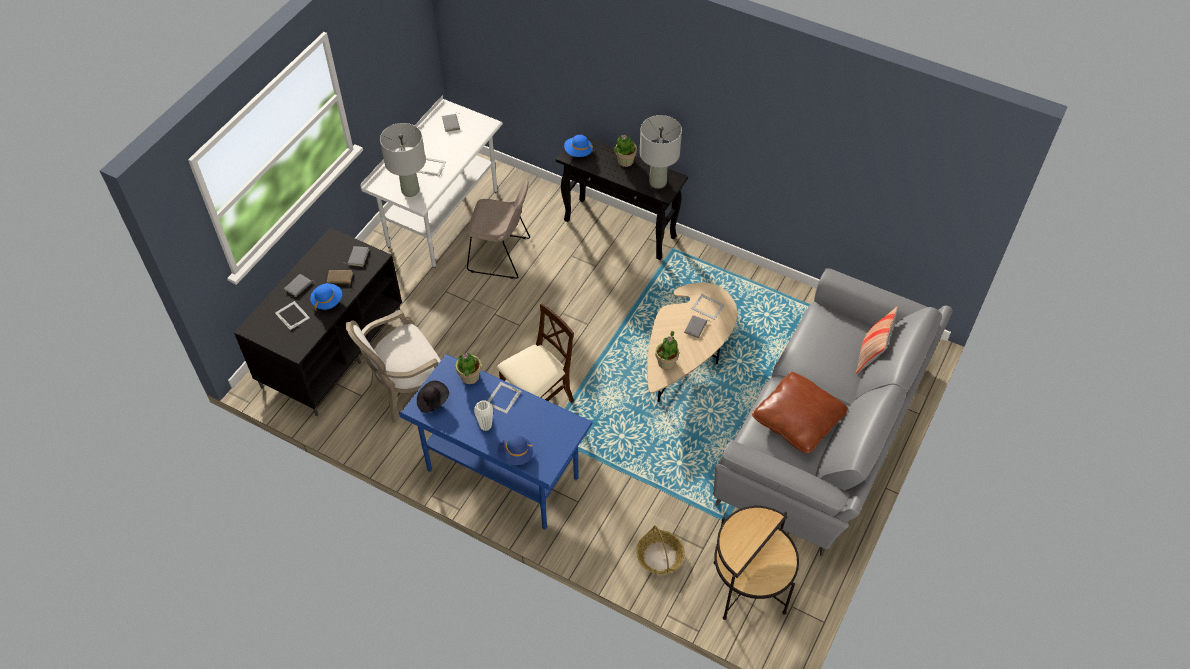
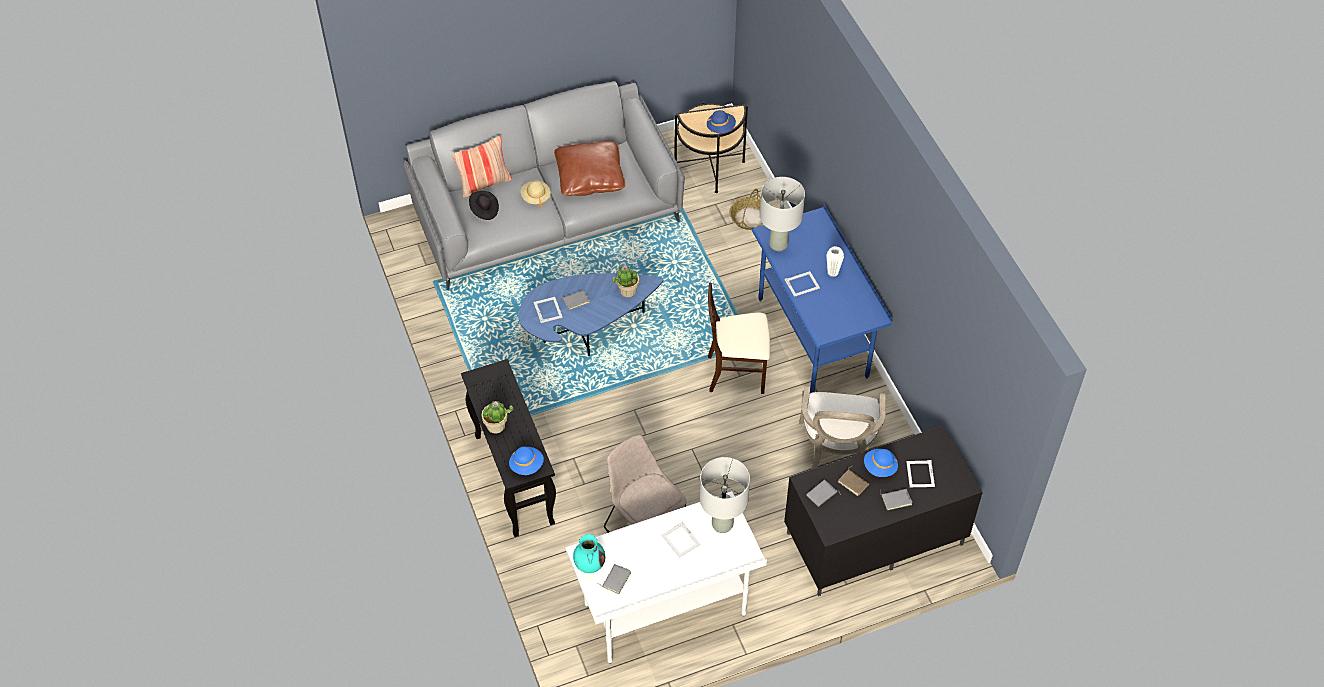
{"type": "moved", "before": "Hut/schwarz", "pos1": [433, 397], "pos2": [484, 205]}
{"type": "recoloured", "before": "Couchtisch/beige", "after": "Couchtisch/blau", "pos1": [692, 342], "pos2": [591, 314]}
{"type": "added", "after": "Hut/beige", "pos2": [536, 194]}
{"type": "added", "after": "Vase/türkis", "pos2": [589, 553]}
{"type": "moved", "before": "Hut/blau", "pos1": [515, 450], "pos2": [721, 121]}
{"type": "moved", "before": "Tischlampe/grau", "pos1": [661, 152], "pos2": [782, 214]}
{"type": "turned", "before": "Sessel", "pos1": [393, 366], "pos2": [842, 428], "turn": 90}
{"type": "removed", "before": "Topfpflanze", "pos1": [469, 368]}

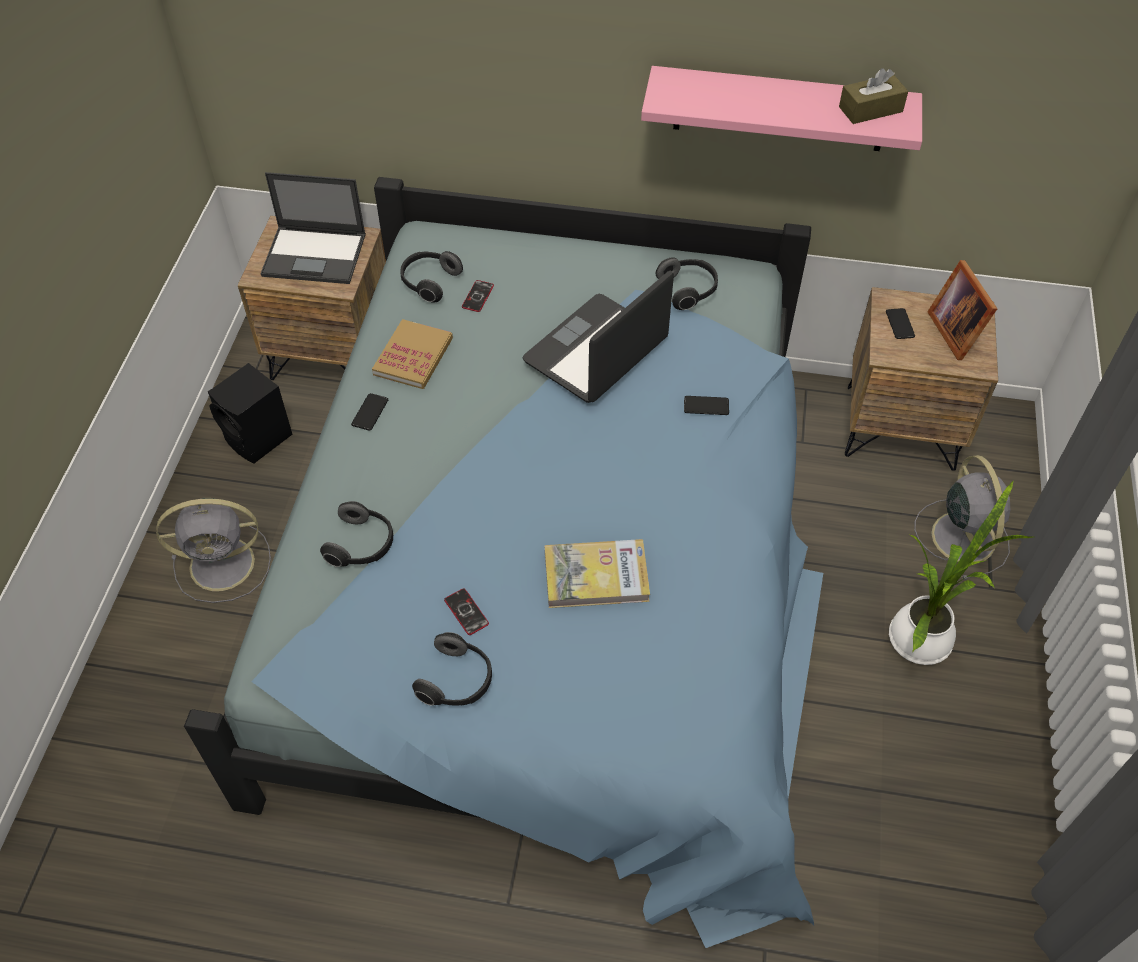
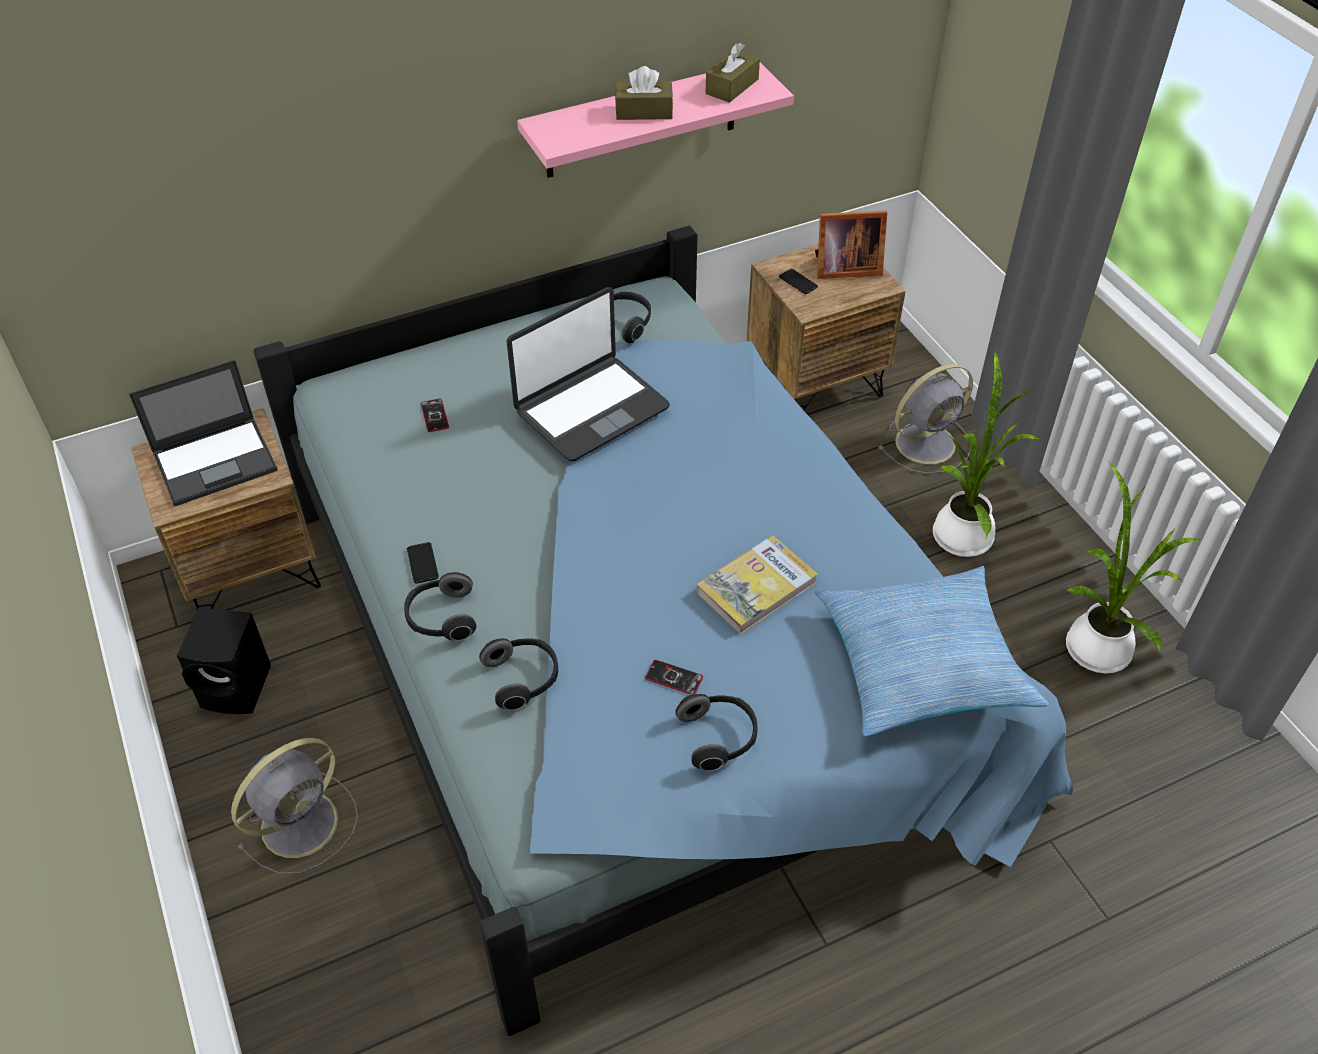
{"type": "moved", "before": "Kopfhörer", "pos1": [431, 277], "pos2": [440, 606]}
{"type": "turned", "before": "Laptop", "pos1": [598, 336], "pos2": [588, 374], "turn": -135}
{"type": "added", "after": "Taschentuchbox/braun", "pos2": [644, 93]}
{"type": "turned", "before": "Bilderrahmen", "pos1": [962, 310], "pos2": [851, 244], "turn": -45}
{"type": "added", "after": "Kissen", "pos2": [932, 651]}
{"type": "turned", "before": "Ventilator/grau", "pos1": [962, 517], "pos2": [925, 419], "turn": 105}
{"type": "added", "after": "Topfpflanze", "pos2": [1133, 567]}
{"type": "removed", "before": "Buch", "pos1": [412, 354]}
{"type": "removed", "before": "Handy", "pos1": [706, 405]}

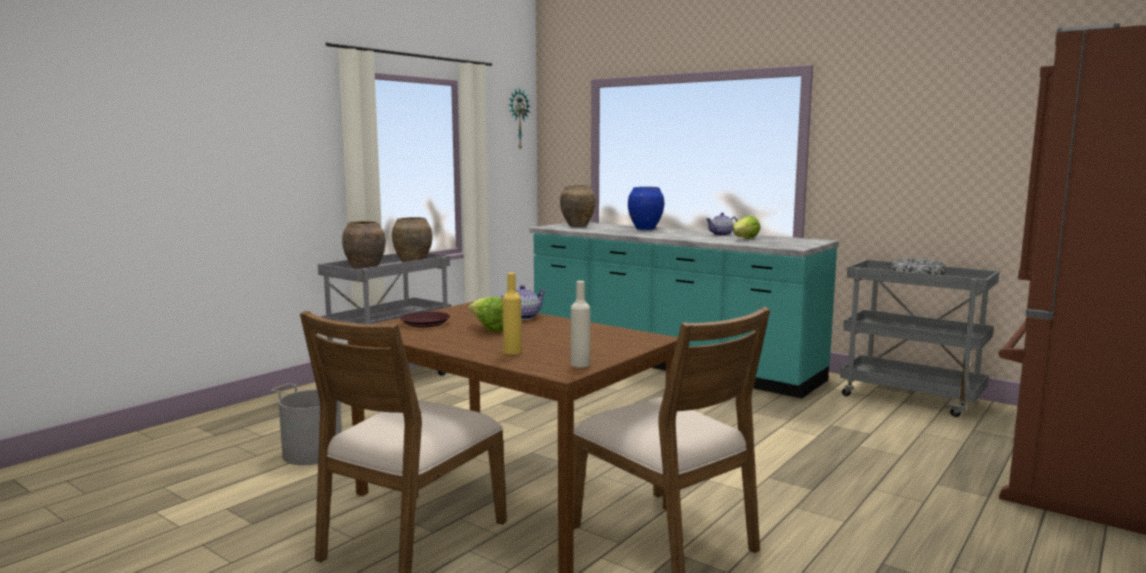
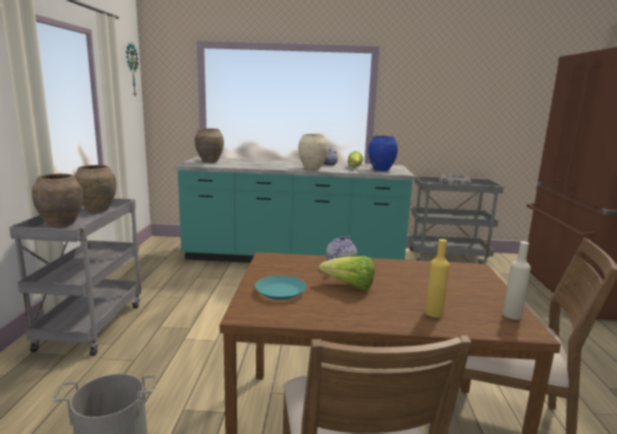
{"type": "recoloured", "before": "Teller/braun", "after": "Teller/türkis", "pos1": [425, 319], "pos2": [280, 287]}
{"type": "added", "after": "Vase/beige", "pos2": [313, 152]}
{"type": "moved", "before": "Vase/blau", "pos1": [646, 208], "pos2": [383, 153]}

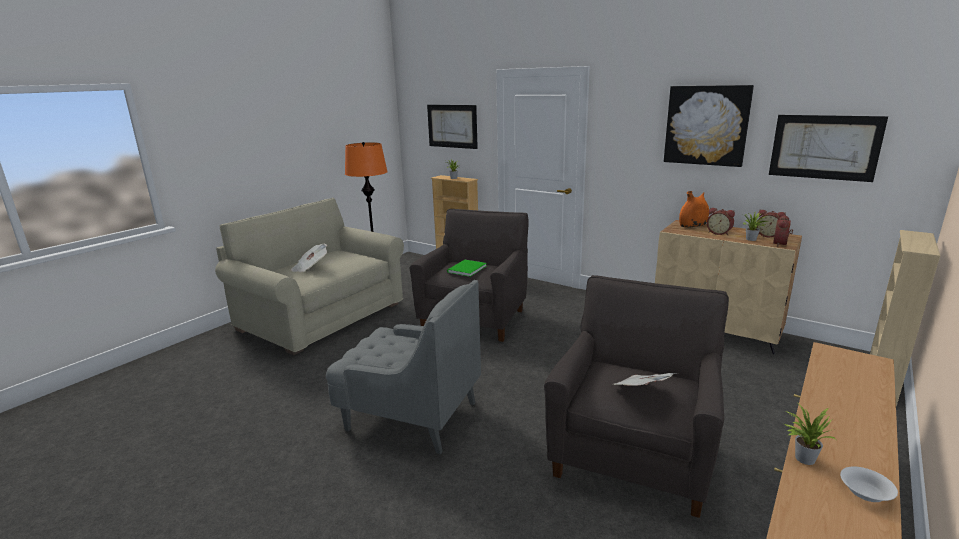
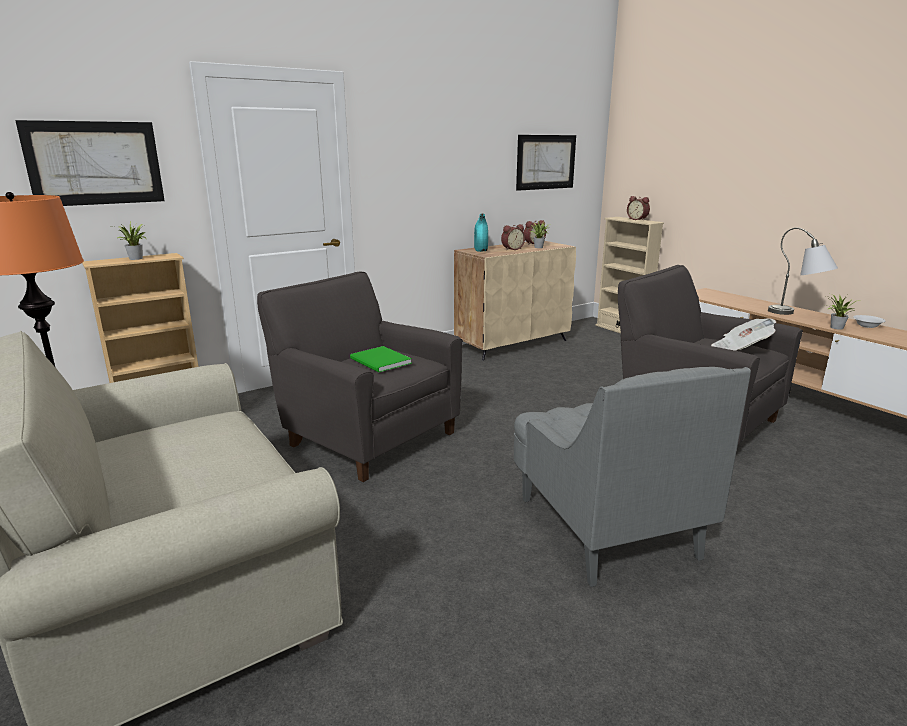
{"type": "recoloured", "before": "Vase/orange", "after": "Vase/türkis", "pos1": [694, 209], "pos2": [481, 232]}
{"type": "turned", "before": "Sessel/grau", "pos1": [403, 367], "pos2": [632, 477], "turn": 120}
{"type": "moved", "before": "Wecker", "pos1": [783, 231], "pos2": [638, 208]}
{"type": "added", "after": "Tischlampe/grau", "pos2": [803, 271]}
{"type": "removed", "before": "Zeitung", "pos1": [309, 258]}
{"type": "removed", "before": "Bild", "pos1": [709, 126]}

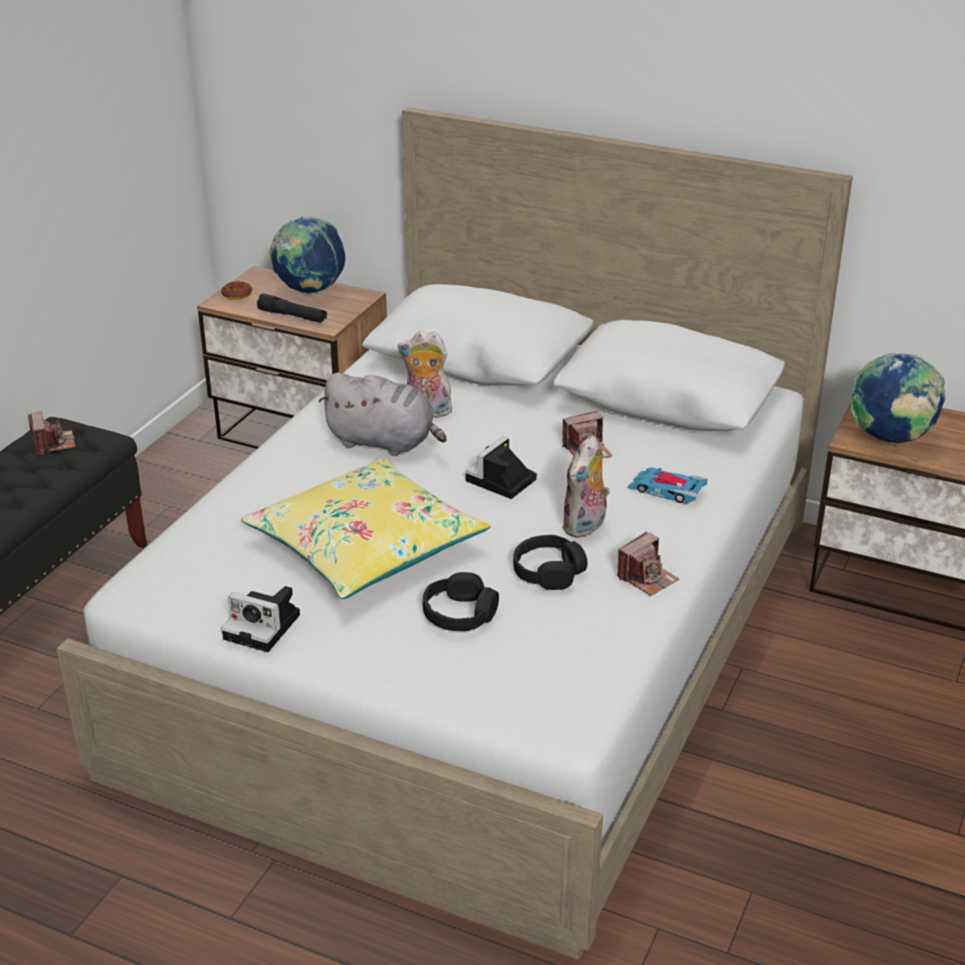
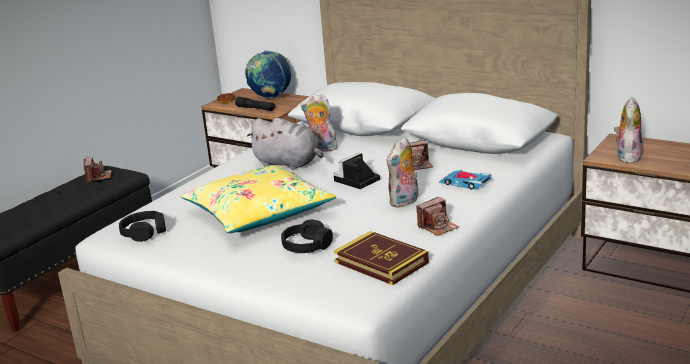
{"type": "moved", "before": "Kopfhörer/schwarz", "pos1": [550, 562], "pos2": [142, 226]}
{"type": "added", "after": "Buch", "pos2": [381, 258]}
{"type": "replaced", "before": "Globus", "after": "Plüschtier", "pos1": [898, 398], "pos2": [628, 130]}
{"type": "removed", "before": "Kamera", "pos1": [260, 619]}

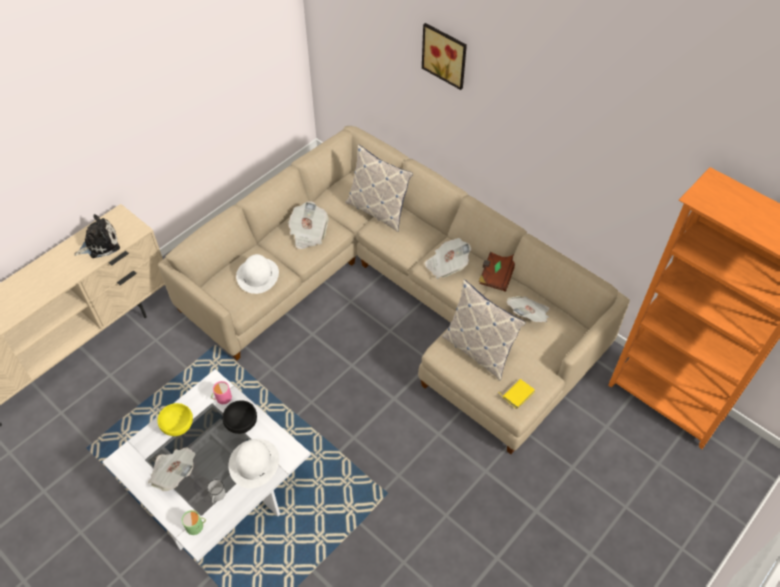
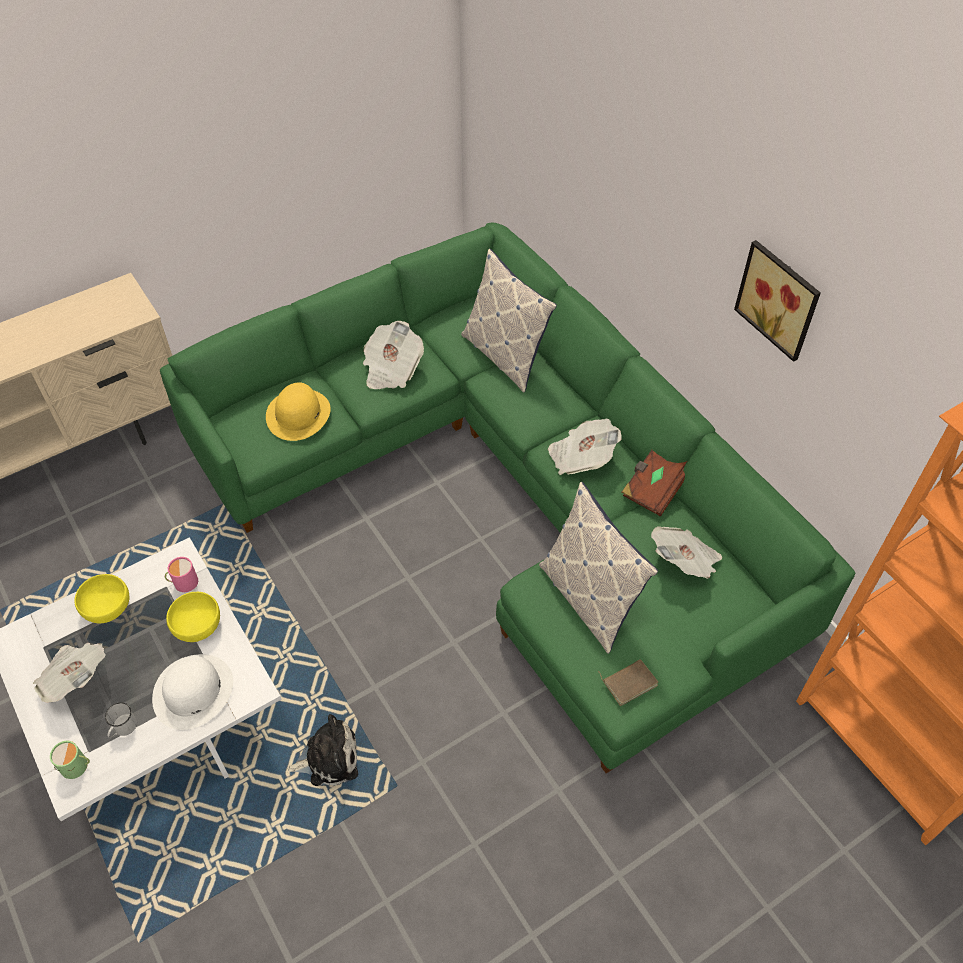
{"type": "recoloured", "before": "Sofa/beige", "after": "Sofa/grün", "pos1": [394, 290], "pos2": [508, 497]}
{"type": "recoloured", "before": "Schüssel/schwarz", "after": "Schüssel/gelb", "pos1": [240, 417], "pos2": [193, 617]}
{"type": "recoloured", "before": "Hut/weiß", "after": "Hut/gelb", "pos1": [257, 274], "pos2": [298, 411]}
{"type": "moved", "before": "Plüschtier", "pos1": [97, 236], "pos2": [323, 750]}
{"type": "recoloured", "before": "Buch/gelb", "after": "Buch/braun", "pos1": [517, 394], "pos2": [628, 682]}
{"type": "moved", "before": "Bild", "pos1": [444, 56], "pos2": [777, 301]}

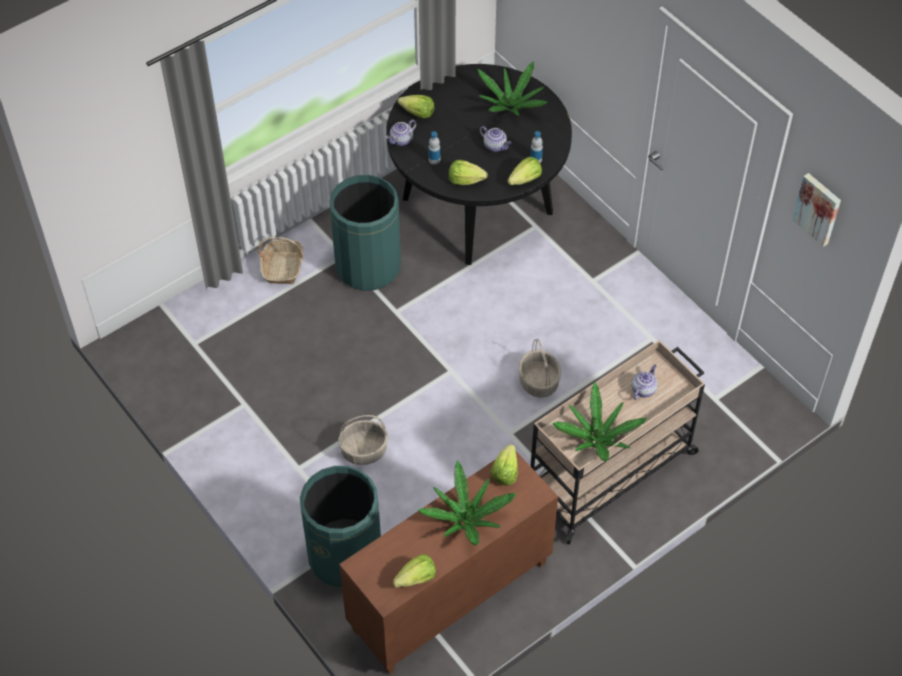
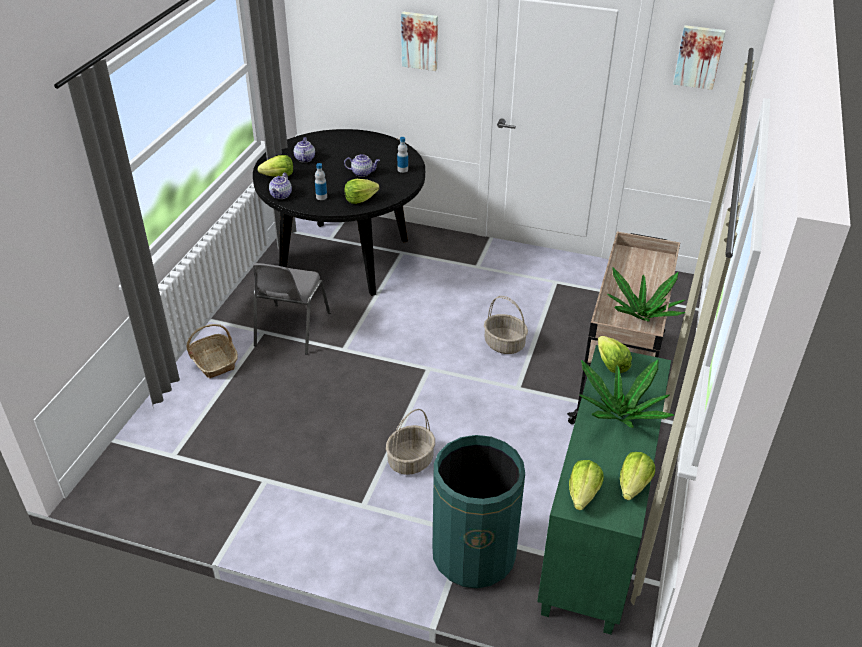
{"type": "replaced", "before": "Mülleimer/grün", "after": "Stuhl/grau", "pos1": [365, 233], "pos2": [291, 309]}
{"type": "moved", "before": "Teekanne", "pos1": [644, 382], "pos2": [304, 150]}
{"type": "added", "after": "Bild", "pos2": [419, 41]}
{"type": "recoloured", "before": "Schrank/braun", "after": "Schrank/grün", "pos1": [448, 562], "pos2": [604, 490]}
{"type": "moved", "before": "Salatkopf", "pos1": [524, 171], "pos2": [586, 485]}
{"type": "removed", "before": "Topfpflanze", "pos1": [512, 88]}

